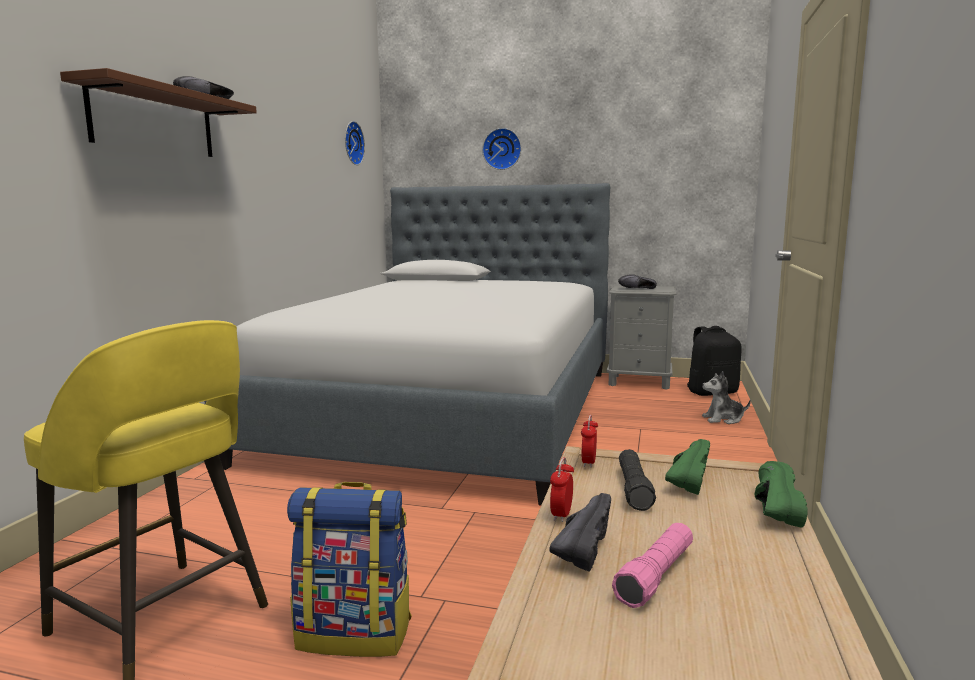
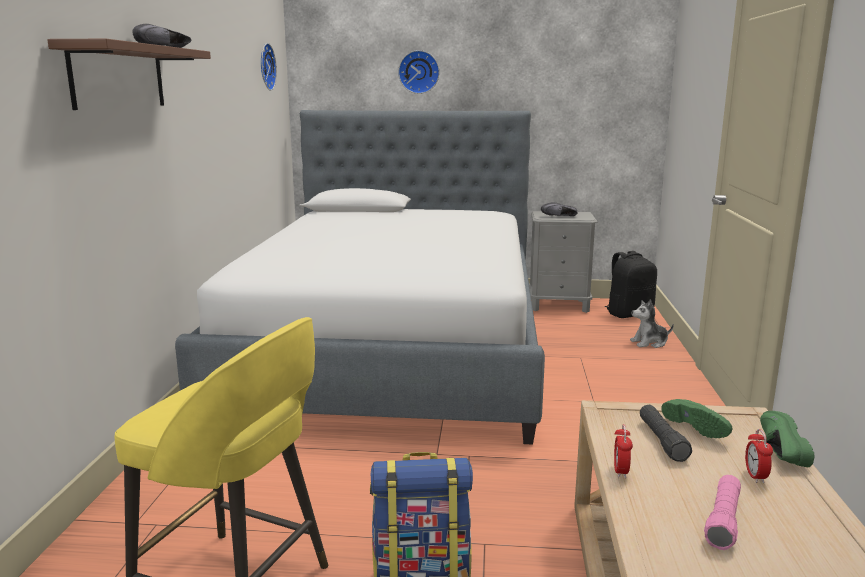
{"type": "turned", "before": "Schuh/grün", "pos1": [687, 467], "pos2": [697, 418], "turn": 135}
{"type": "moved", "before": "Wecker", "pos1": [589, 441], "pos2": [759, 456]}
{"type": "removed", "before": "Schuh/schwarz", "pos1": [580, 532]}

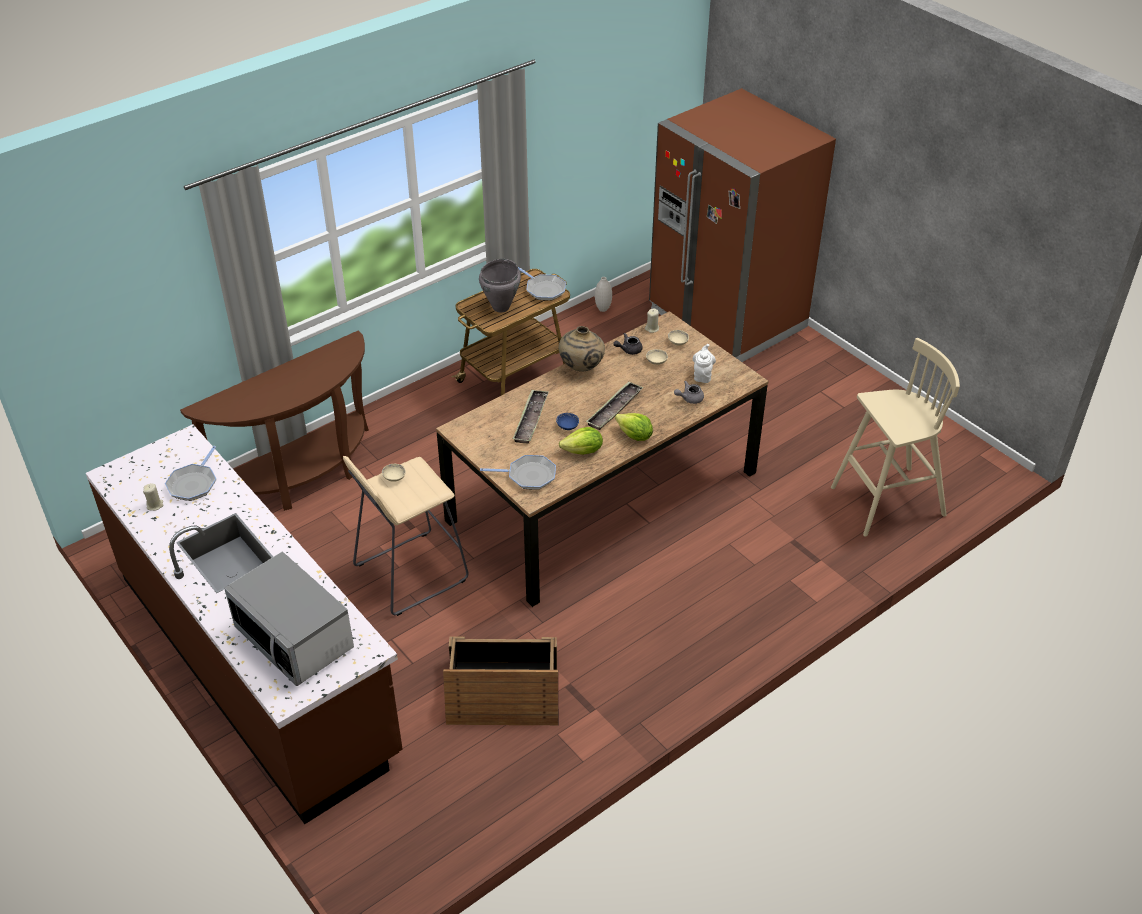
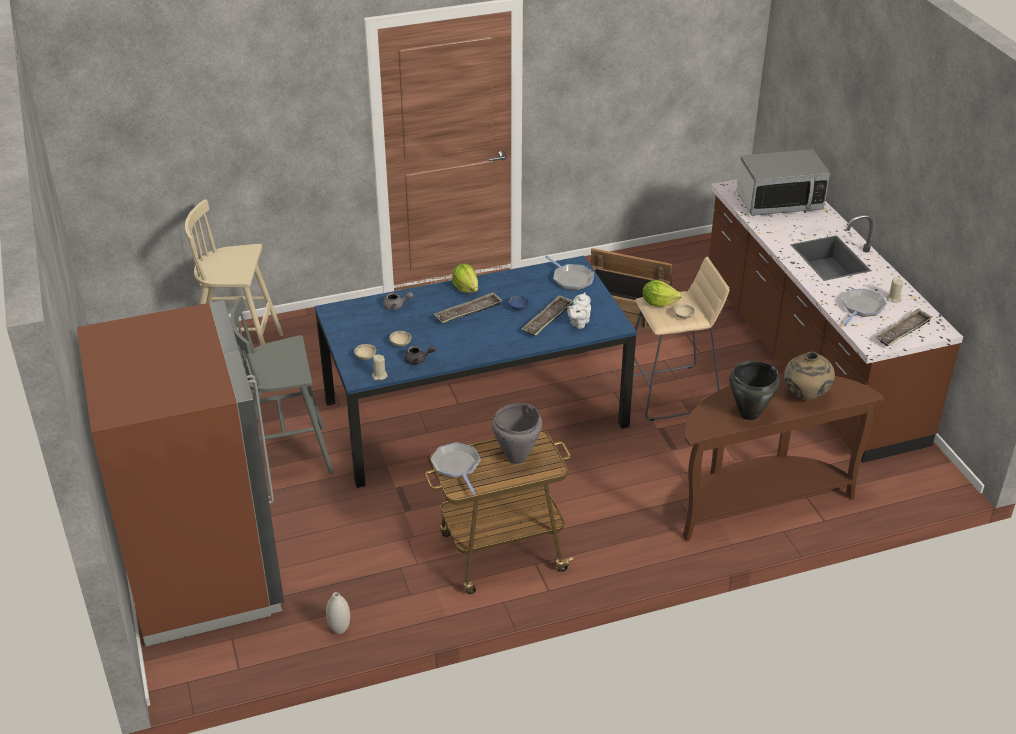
{"type": "added", "after": "Hocker/grau", "pos2": [282, 385]}
{"type": "recoloured", "before": "Esstisch/braun", "after": "Esstisch/blau", "pos1": [602, 459], "pos2": [476, 372]}
{"type": "turned", "before": "Pfanne", "pos1": [518, 472], "pos2": [569, 272], "turn": -150}
{"type": "moved", "before": "Teekanne/weiß", "pos1": [704, 363], "pos2": [579, 310]}
{"type": "moved", "before": "Salatkopf", "pos1": [581, 441], "pos2": [662, 293]}
{"type": "added", "after": "Kochtopf/schwarz", "pos2": [754, 390]}
{"type": "turned", "before": "Mikrowelle", "pos1": [289, 619], "pos2": [783, 182], "turn": 105}
{"type": "moved", "before": "Vase/beige", "pos1": [582, 348], "pos2": [809, 376]}
{"type": "added", "after": "Tablett", "pos2": [904, 327]}

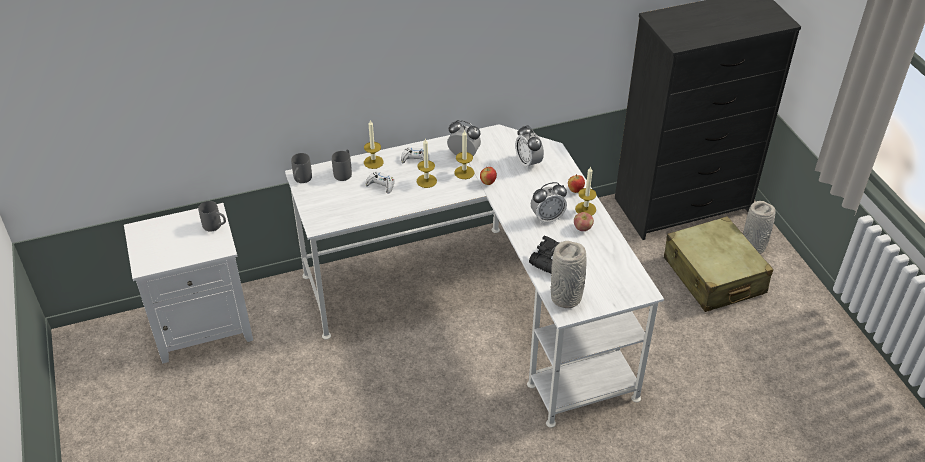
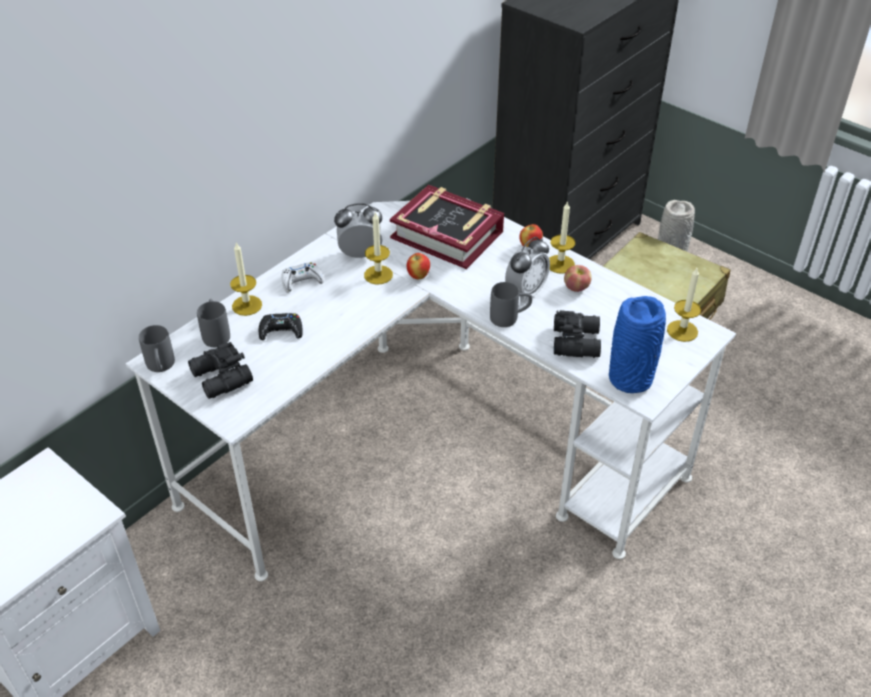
{"type": "added", "after": "Fernglas/schwarz", "pos2": [220, 370]}
{"type": "recoloured", "before": "Gamepad/weiß", "after": "Gamepad/schwarz", "pos1": [380, 183], "pos2": [281, 326]}
{"type": "replaced", "before": "Wecker", "after": "Buch", "pos1": [529, 147], "pos2": [447, 227]}
{"type": "moved", "before": "Henkelbecher/grau", "pos1": [212, 216], "pos2": [511, 304]}
{"type": "recoloured", "before": "Vase/grau", "after": "Vase/blau", "pos1": [568, 274], "pos2": [637, 344]}
{"type": "moved", "before": "Kerze", "pos1": [427, 163], "pos2": [684, 305]}

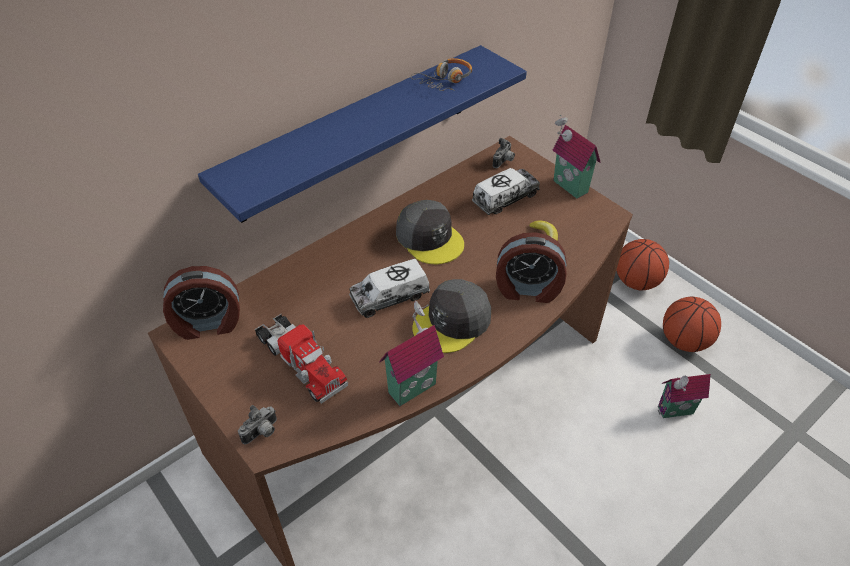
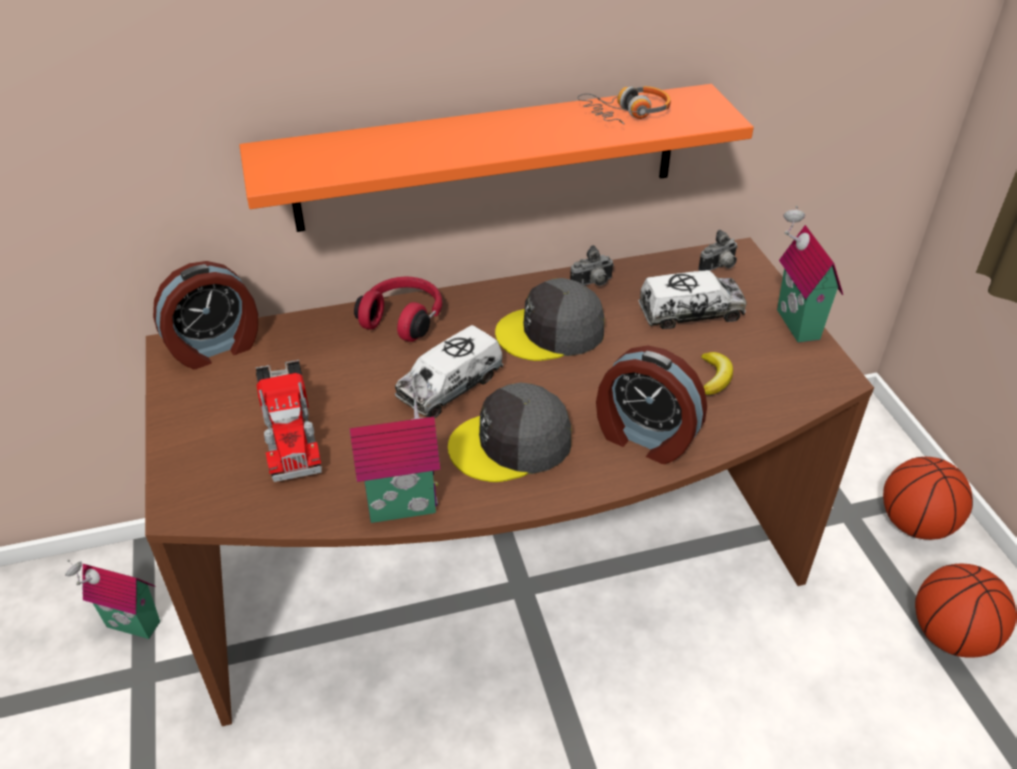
{"type": "moved", "before": "Spielzeughaus", "pos1": [684, 396], "pos2": [112, 599]}
{"type": "turned", "before": "Wecker", "pos1": [201, 303], "pos2": [205, 315], "turn": -45}
{"type": "recoloured", "before": "Wandregal/blau", "after": "Wandregal/orange", "pos1": [362, 134], "pos2": [496, 158]}
{"type": "added", "after": "Kopfhörer/rot", "pos2": [398, 309]}
{"type": "turned", "before": "Spielzeuglaster", "pos1": [389, 288], "pos2": [449, 371], "turn": -45}
{"type": "turned", "before": "Kappe/grau", "pos1": [430, 232], "pos2": [550, 319], "turn": 90}
{"type": "moved", "before": "Kamera", "pos1": [257, 424], "pos2": [592, 265]}

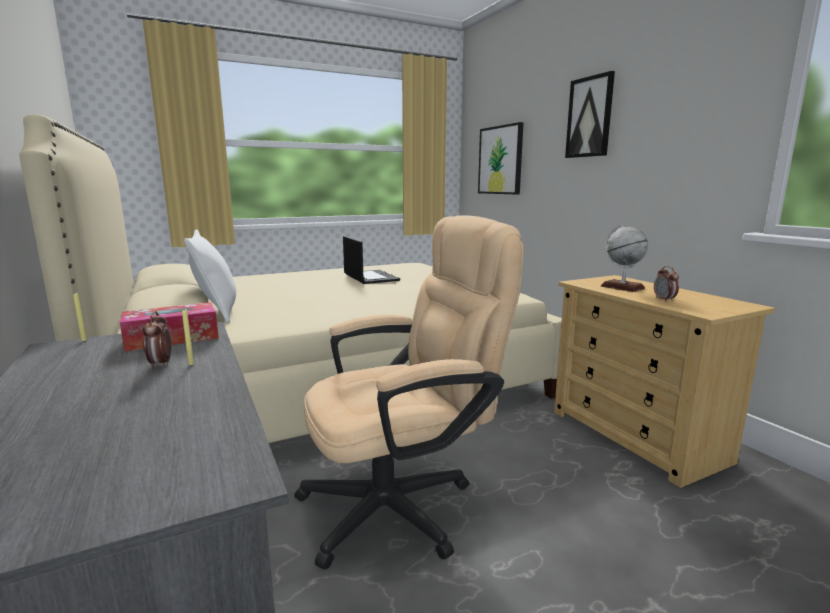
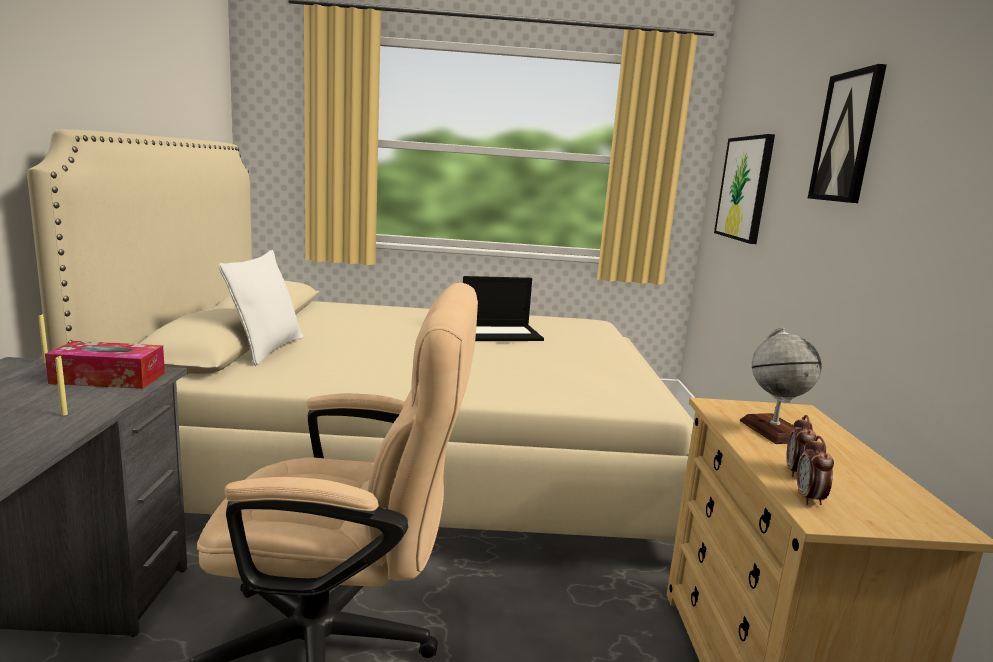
{"type": "turned", "before": "Laptop", "pos1": [371, 260], "pos2": [503, 308], "turn": 75}
{"type": "moved", "before": "Wecker", "pos1": [157, 340], "pos2": [815, 470]}

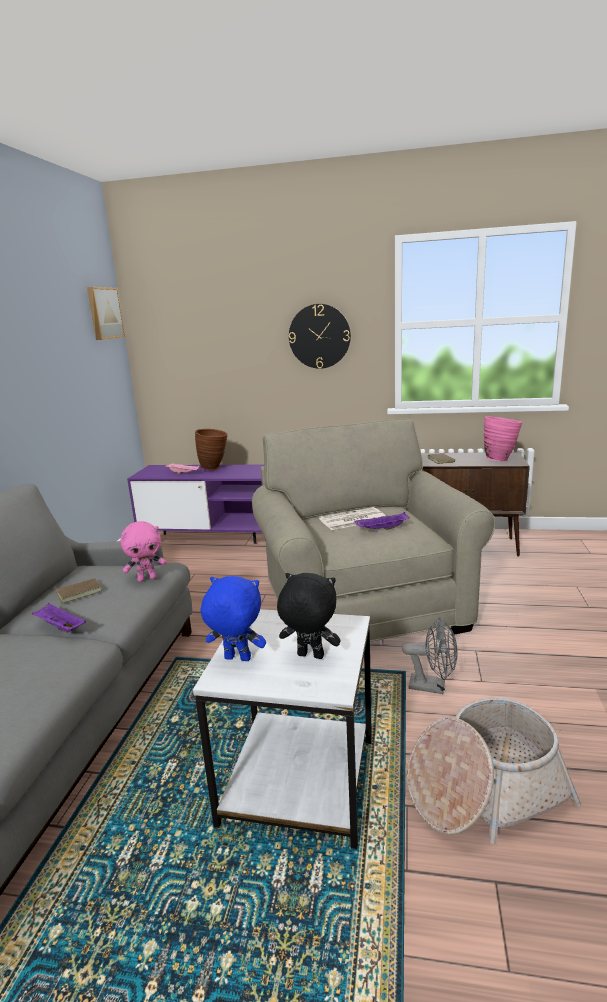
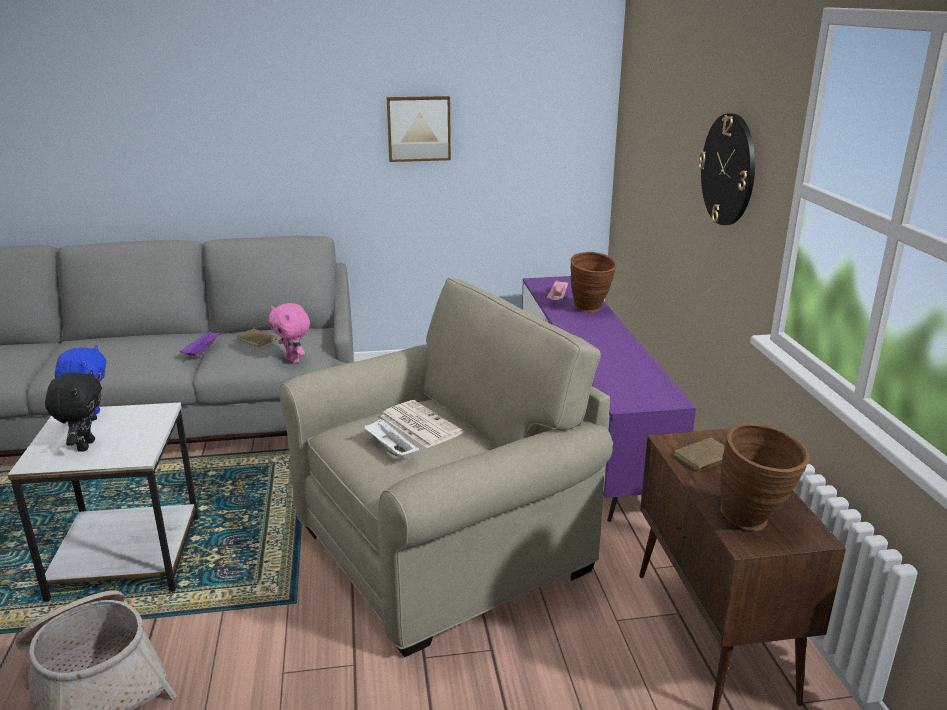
{"type": "recoloured", "before": "Tablett/lila", "after": "Tablett/weiß", "pos1": [382, 521], "pos2": [391, 437]}
{"type": "moved", "before": "Bild", "pos1": [106, 313], "pos2": [419, 129]}
{"type": "recoloured", "before": "Vase/rosa", "after": "Vase/braun", "pos1": [503, 438], "pos2": [765, 477]}
{"type": "removed", "before": "Ventilator/grau", "pos1": [430, 656]}

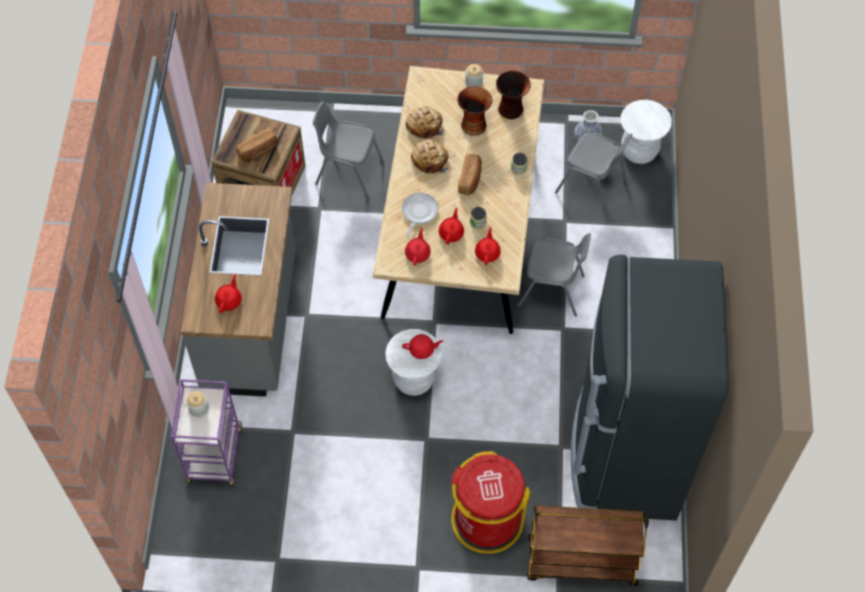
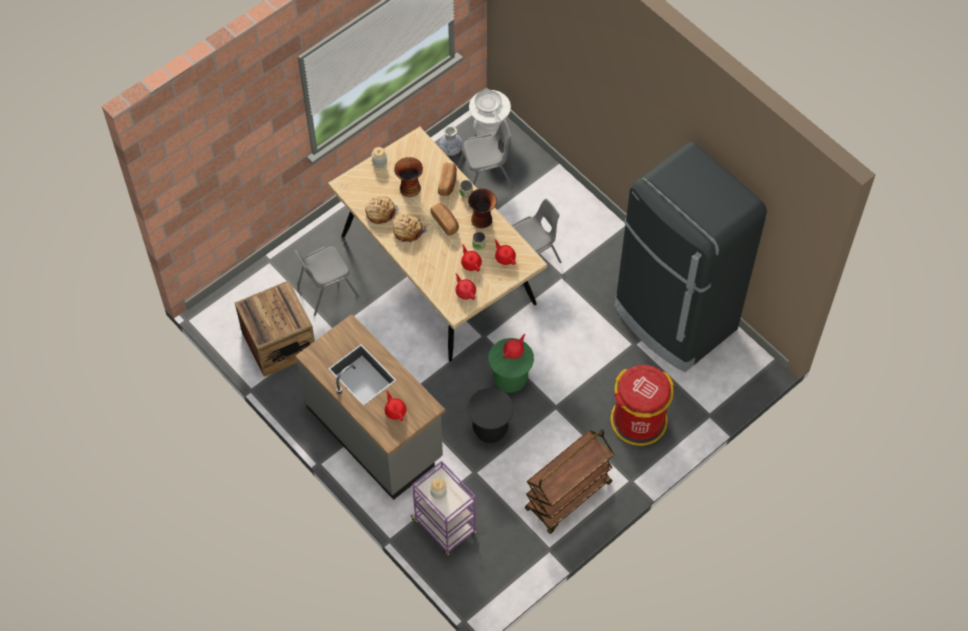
{"type": "moved", "before": "Brot", "pos1": [257, 145], "pos2": [447, 179]}
{"type": "moved", "before": "Vase", "pos1": [513, 94], "pos2": [482, 208]}
{"type": "added", "after": "Hocker/schwarz", "pos2": [491, 415]}
{"type": "moved", "before": "Pfanne", "pos1": [420, 215], "pos2": [488, 106]}
{"type": "recoloured", "before": "Hocker/weiß", "after": "Hocker/grün", "pos1": [413, 362], "pos2": [511, 365]}
{"type": "moved", "before": "Rollwagen/braun", "pos1": [588, 545], "pos2": [569, 481]}

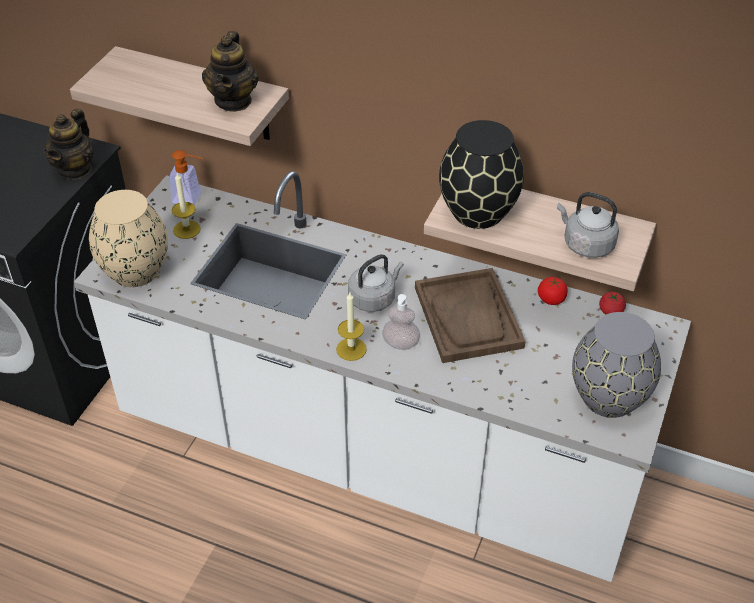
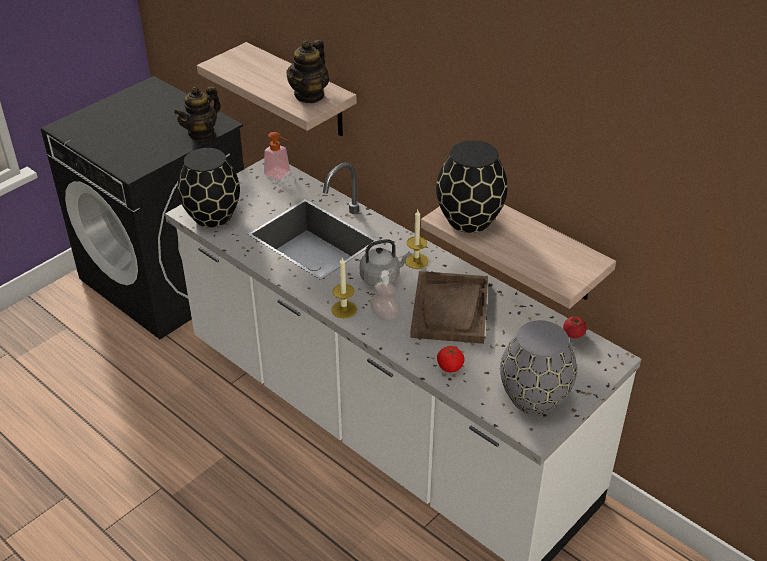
{"type": "recoloured", "before": "Vase/beige", "after": "Vase/schwarz", "pos1": [128, 238], "pos2": [209, 187]}
{"type": "moved", "before": "Kerze", "pos1": [186, 206], "pos2": [416, 239]}
{"type": "moved", "before": "Tomate", "pos1": [553, 291], "pos2": [450, 359]}
{"type": "removed", "before": "Wasserkessel/grau", "pos1": [588, 225]}

